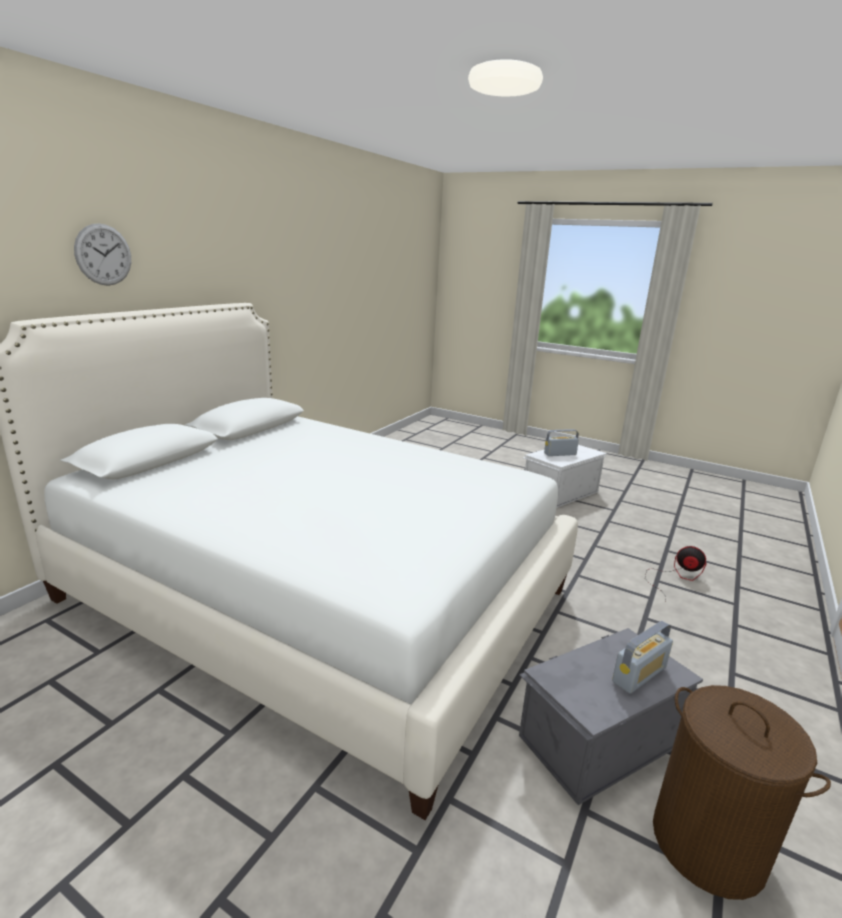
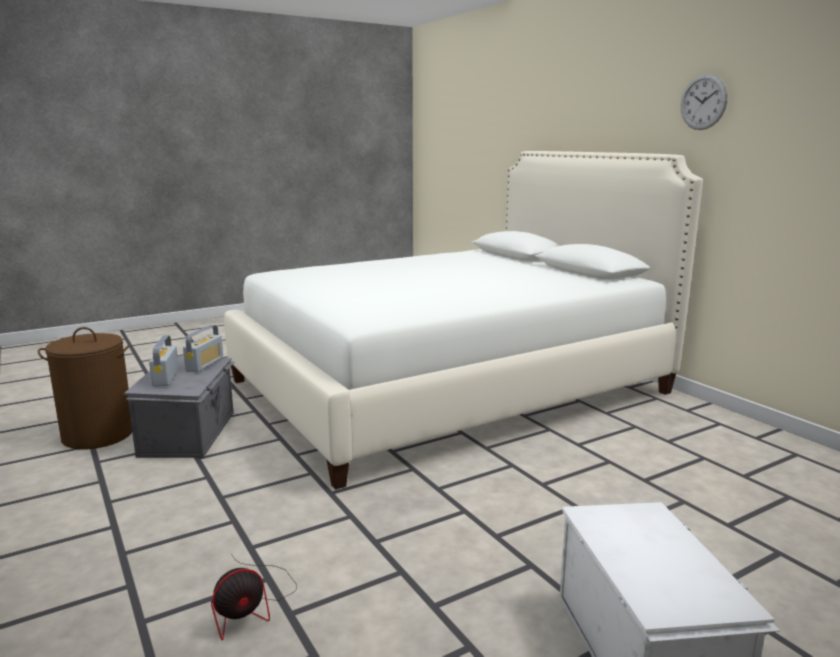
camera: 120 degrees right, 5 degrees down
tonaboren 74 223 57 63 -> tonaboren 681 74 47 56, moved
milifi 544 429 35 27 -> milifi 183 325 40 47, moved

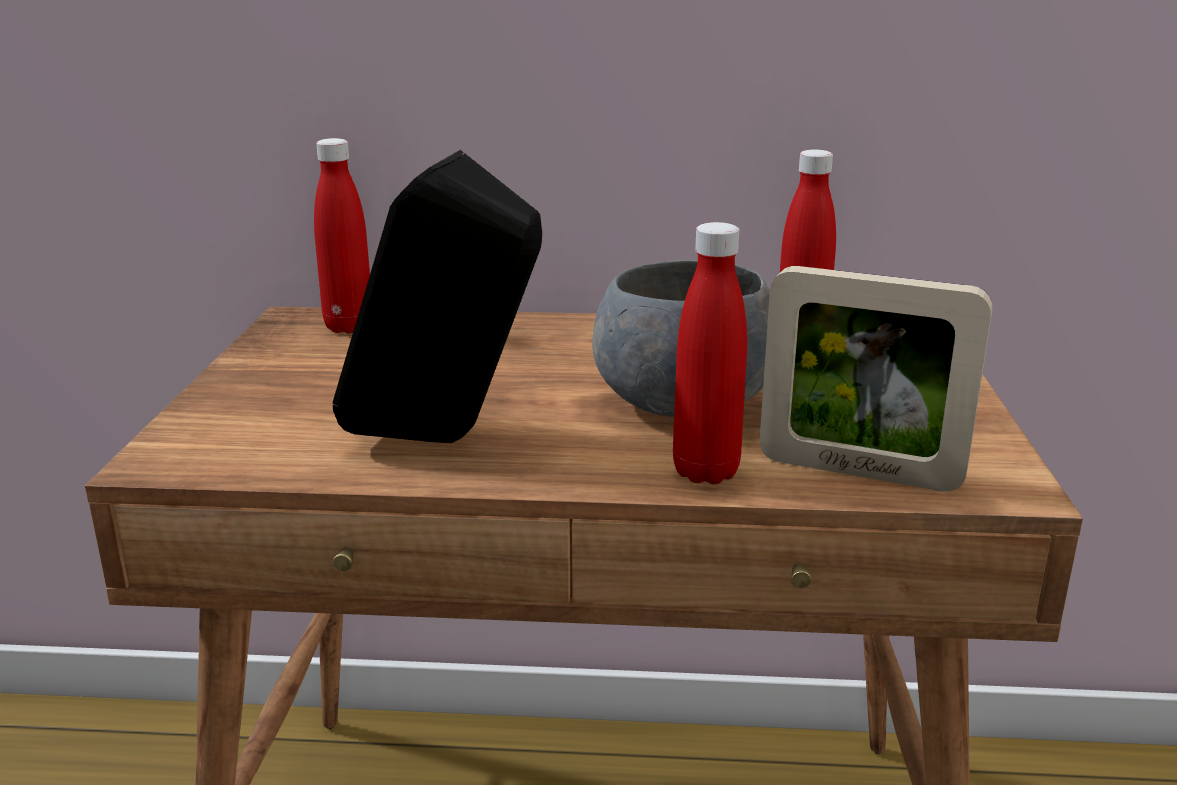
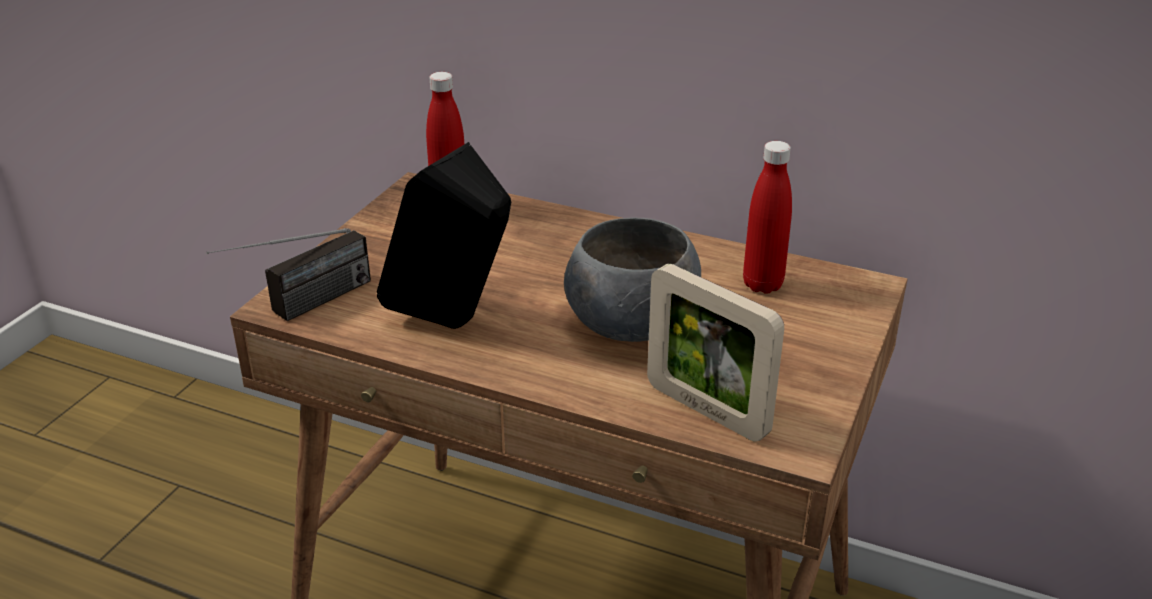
camera: 20 degrees right, 10 degrees up
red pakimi 673 222 74 262 -> none
none -> milifi 206 228 165 93

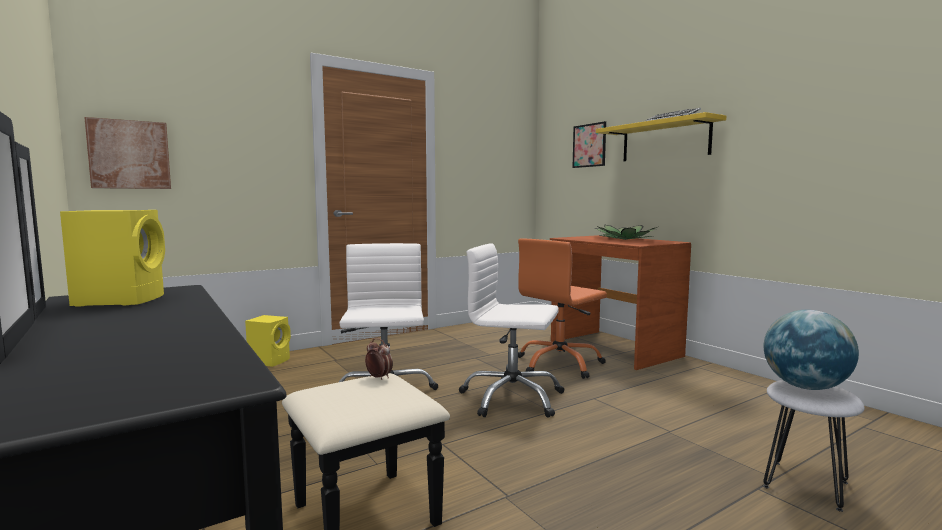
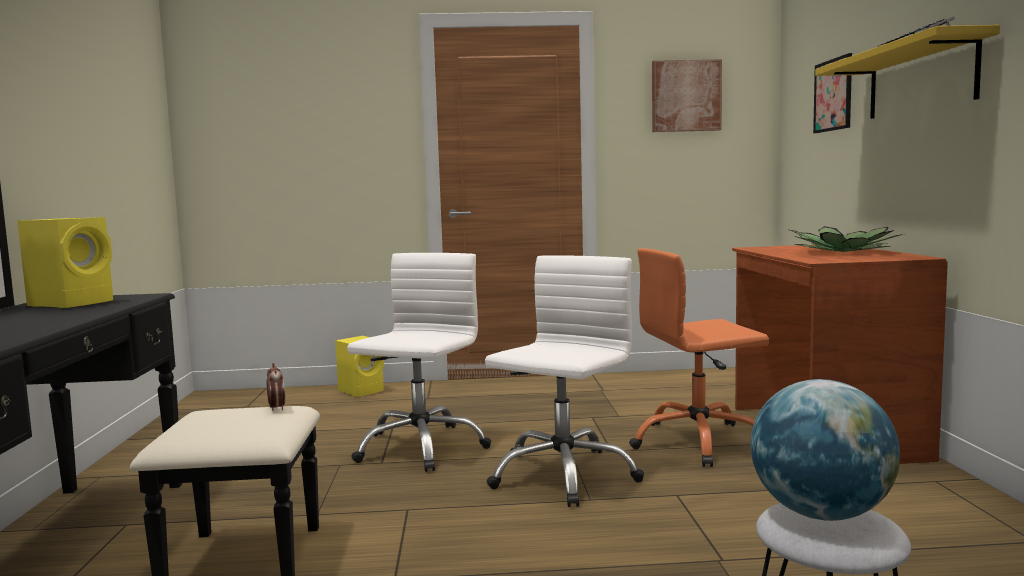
camera: 30 degrees right, 0 degrees up
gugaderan 84 117 87 72 -> gugaderan 652 59 70 73, moved
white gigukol 459 243 105 175 -> white gigukol 485 255 159 252, 75 degrees clockwise

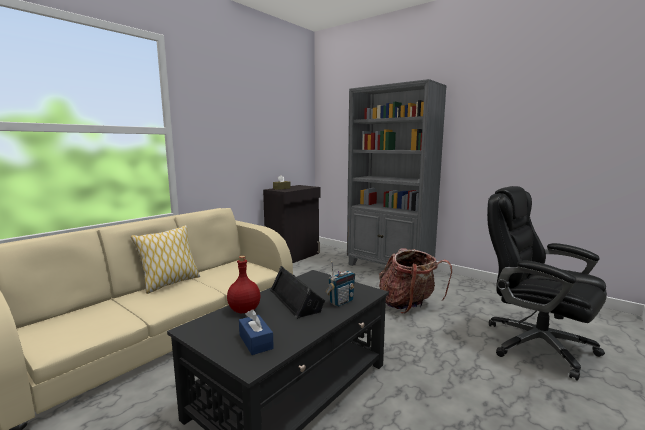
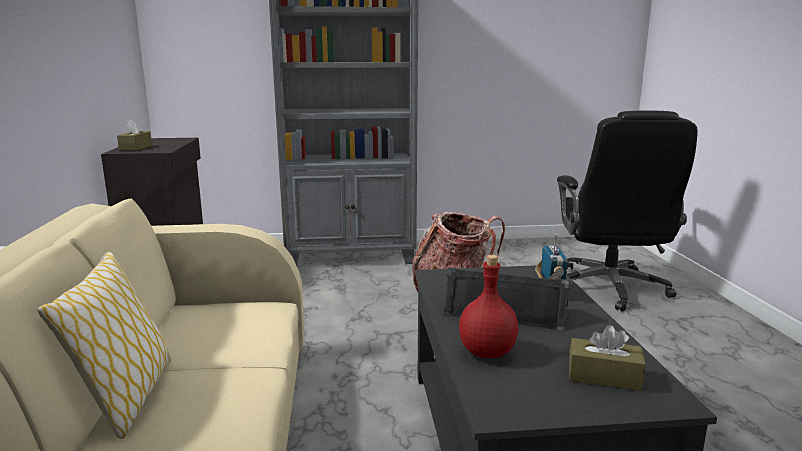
camera: 45 degrees left, 5 degrees up
black gigukol 487 186 120 194 -> black gigukol 557 110 141 201, 90 degrees counterclockwise
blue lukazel 239 309 35 46 -> brown lukazel 569 325 77 66

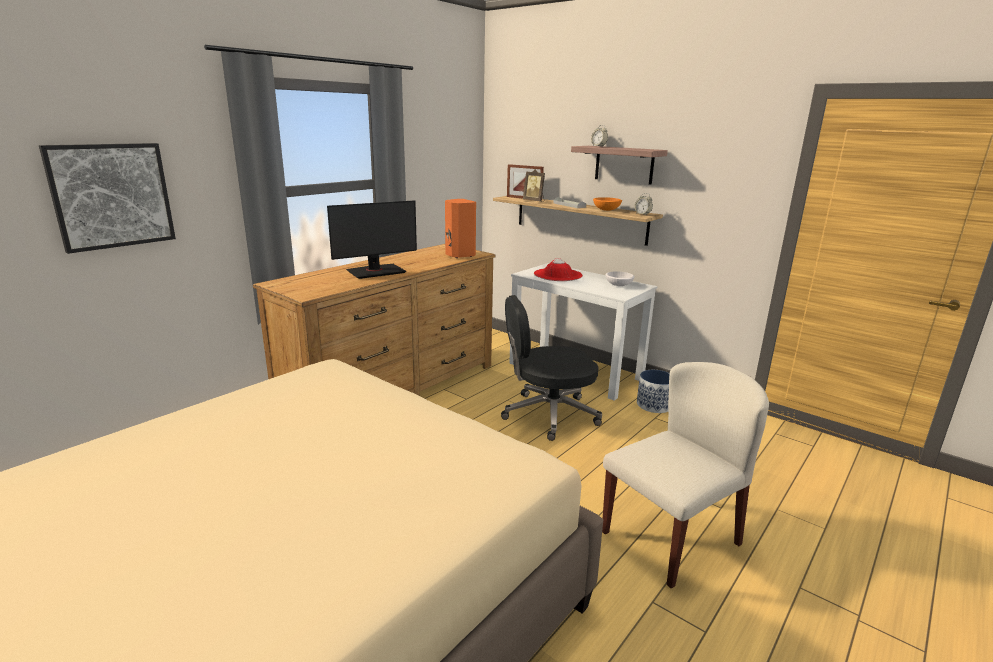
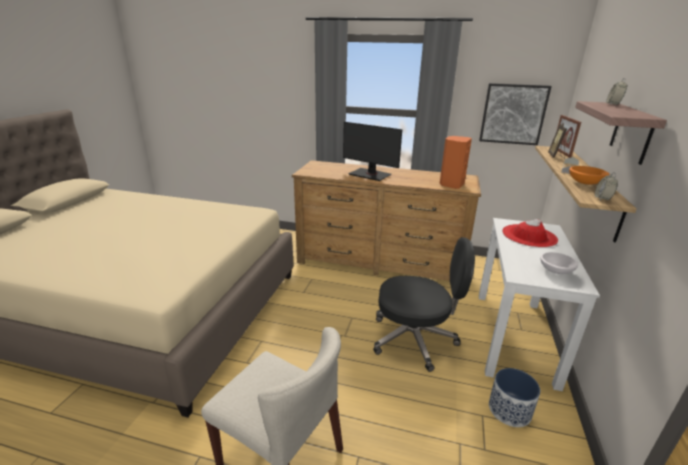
camera: 65 degrees right, 5 degrees up
gugaderan 39 143 137 111 -> gugaderan 479 83 73 62, moved
black gigukol 501 295 101 146 -> black gigukol 373 237 102 135, 135 degrees clockwise

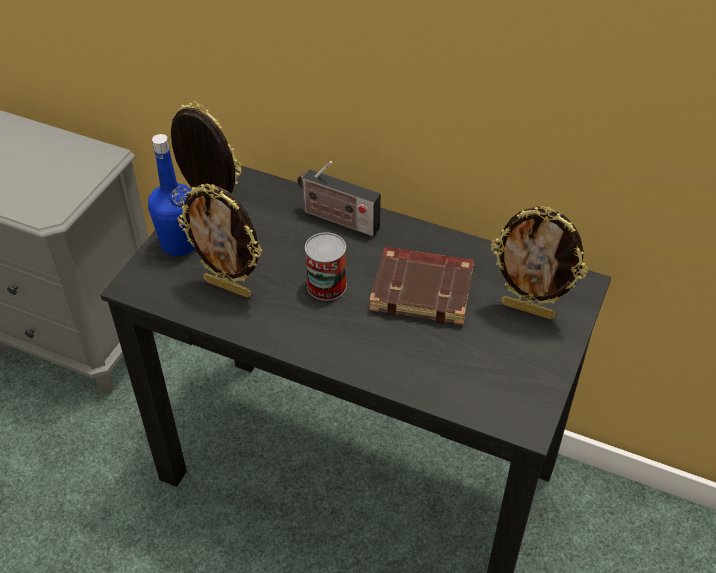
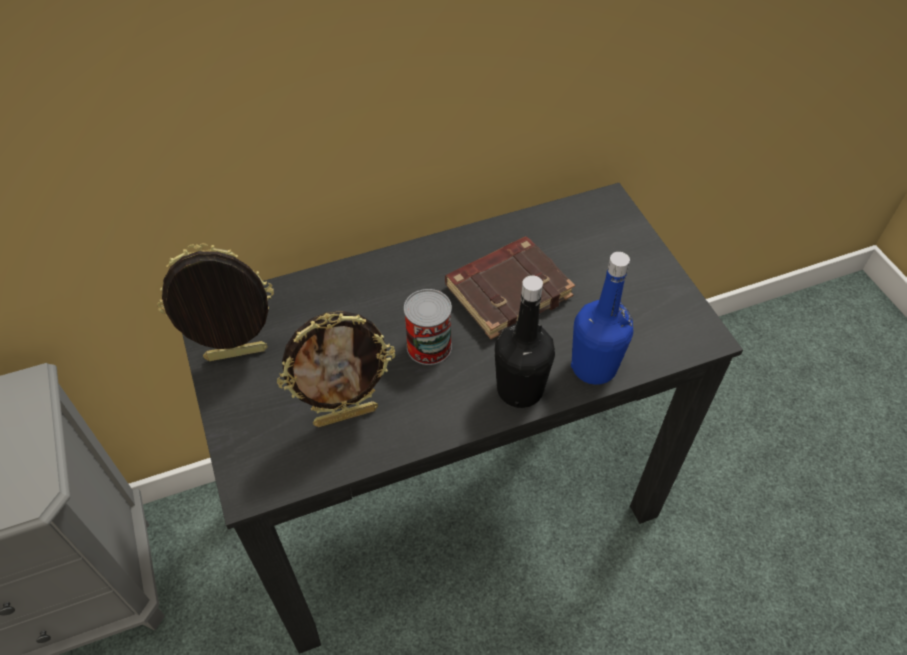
camera: 45 degrees left, 5 degrees up
blue pakimi 148 134 47 122 -> blue pakimi 571 252 62 133, moved
milifi 297 161 84 76 -> none
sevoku 491 206 97 113 -> none
none -> black pakimi 494 275 61 133

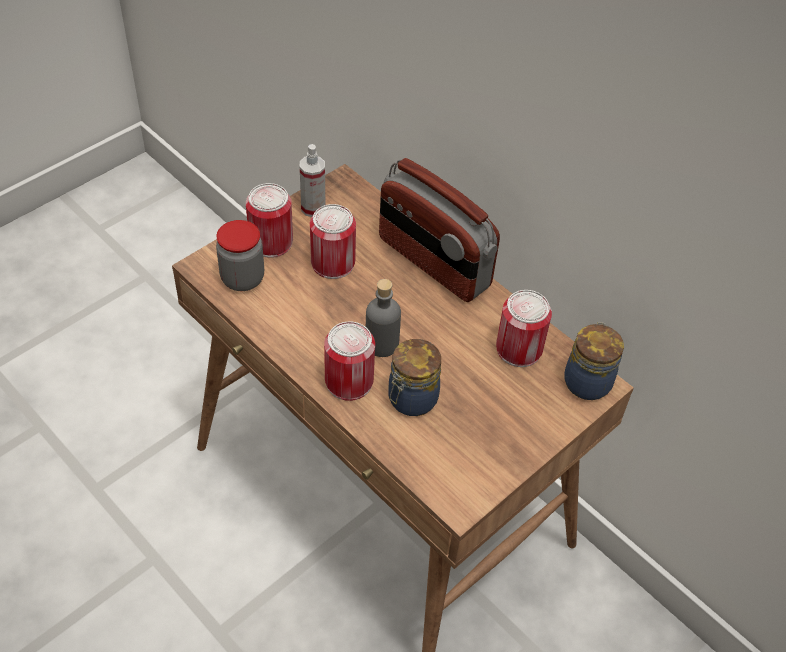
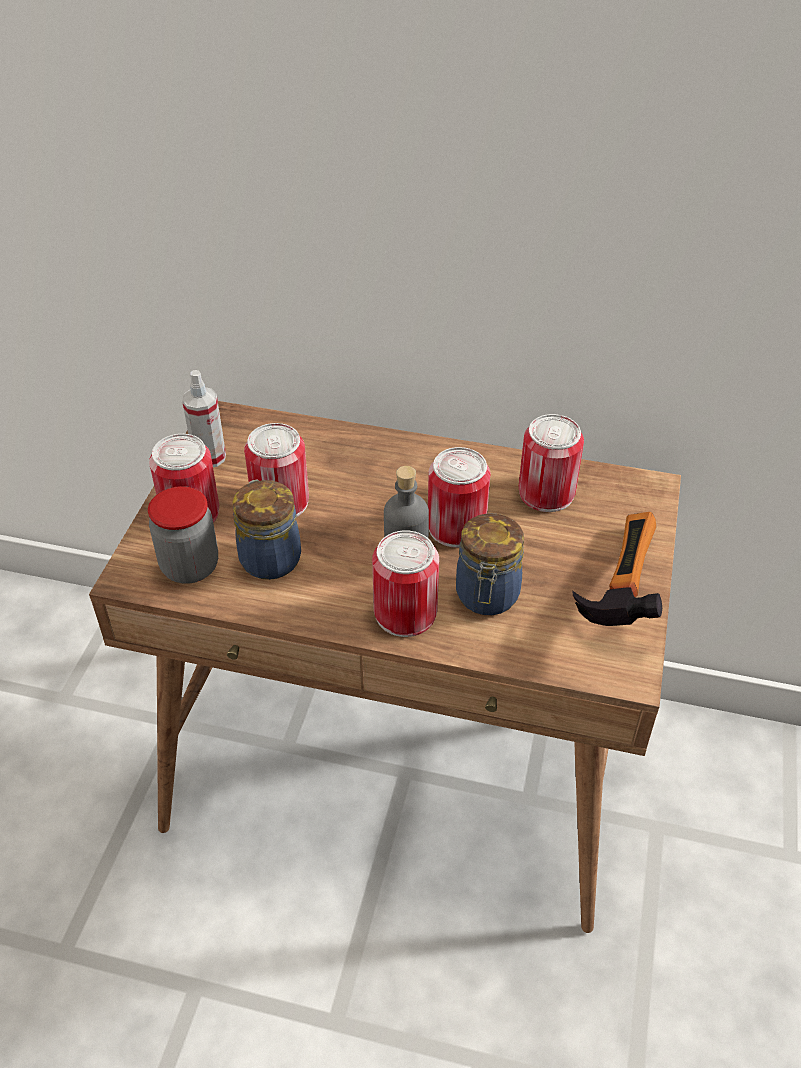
camera: 30 degrees left, 5 degrees down
milifi 379 158 121 144 -> none
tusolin 564 322 60 78 -> tusolin 233 479 68 101, moved
none -> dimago 428 447 63 101
none -> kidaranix 572 512 90 114

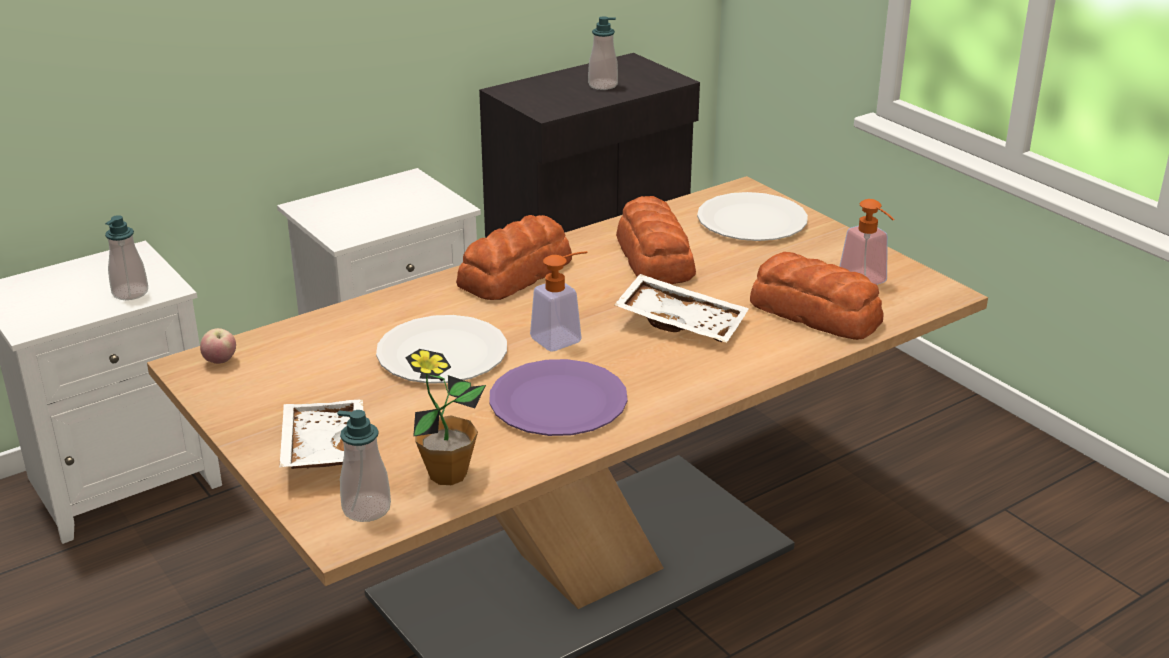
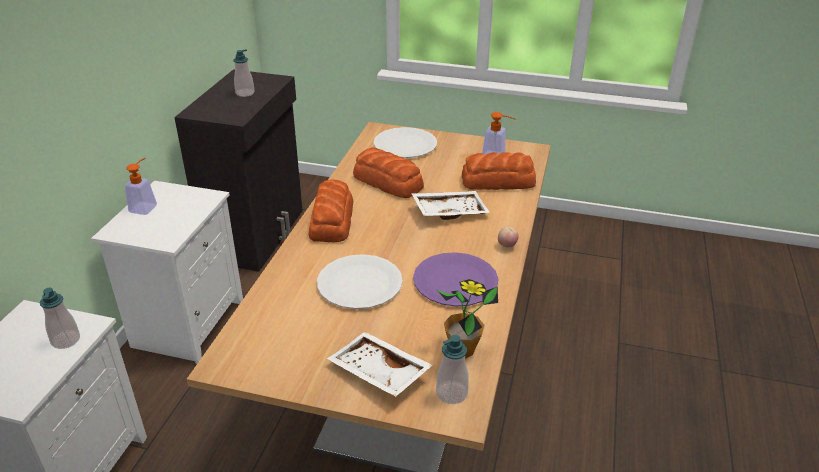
camera: 40 degrees left, 5 degrees up
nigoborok 530 251 57 100 -> nigoborok 125 158 32 57, moved
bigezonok 200 328 36 36 -> bigezonok 498 227 21 21, moved

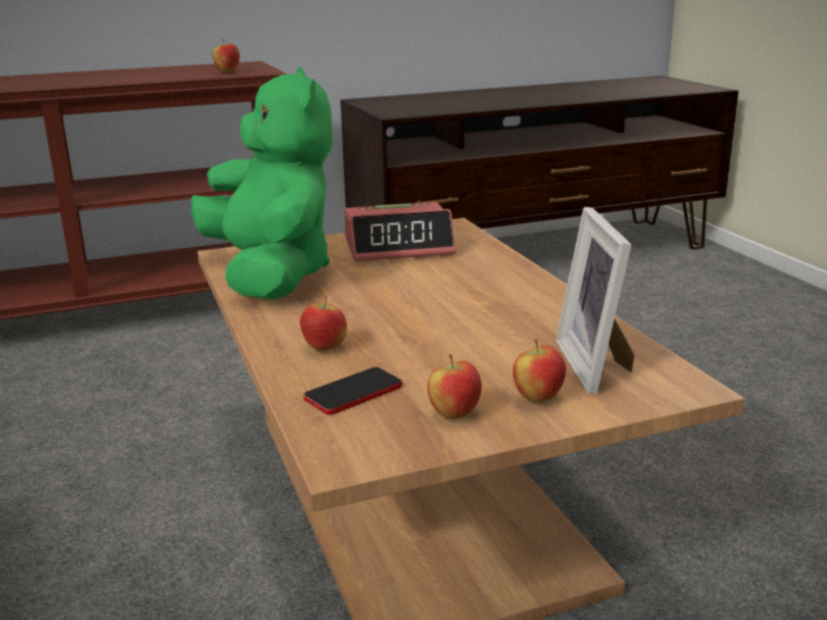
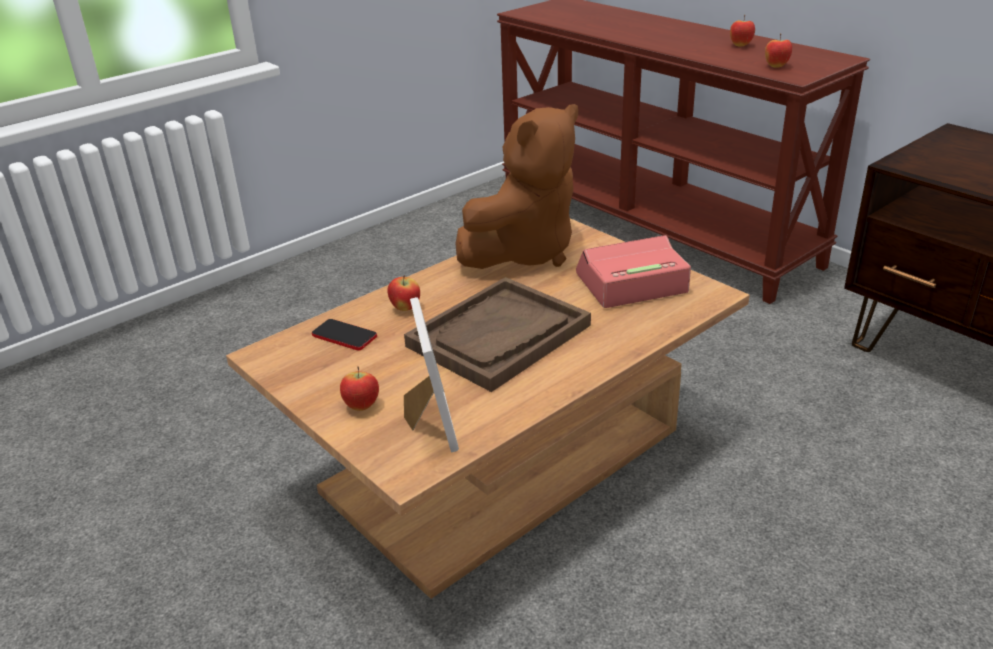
camera: 70 degrees right, 10 degrees up
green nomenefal 191 67 142 233 -> brown nomenefal 455 104 123 165
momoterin 344 202 112 59 -> momoterin 576 235 115 73, 105 degrees clockwise
sevoku 556 207 79 187 -> sevoku 404 297 55 156, 105 degrees clockwise
bigezonok 427 354 55 65 -> bigezonok 730 15 25 32, moved
none -> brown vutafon 404 277 187 115

